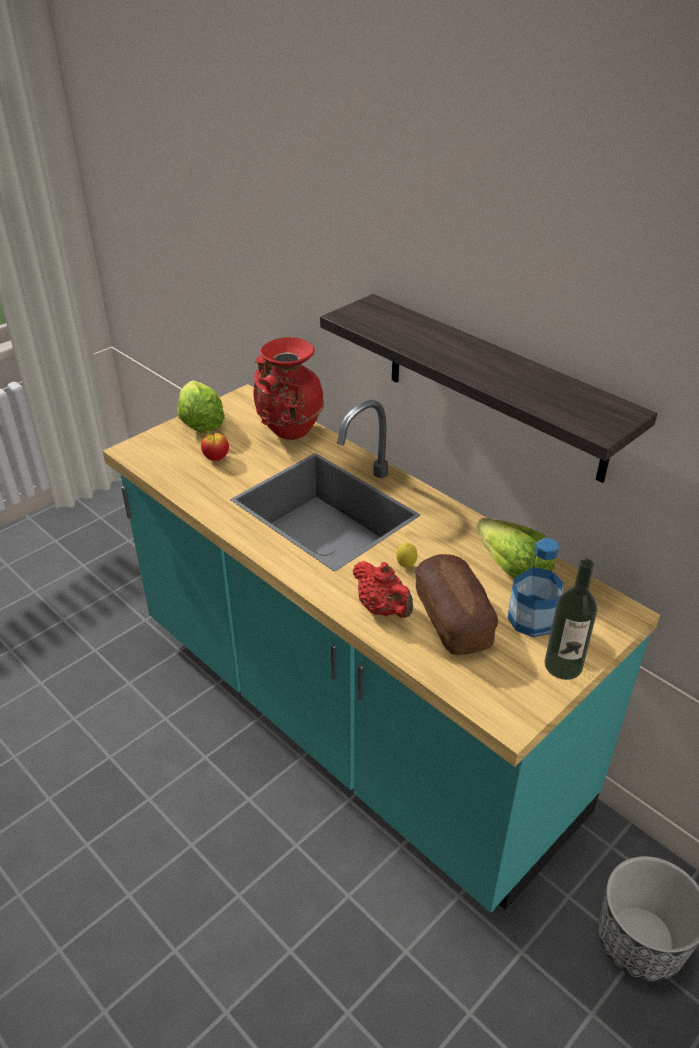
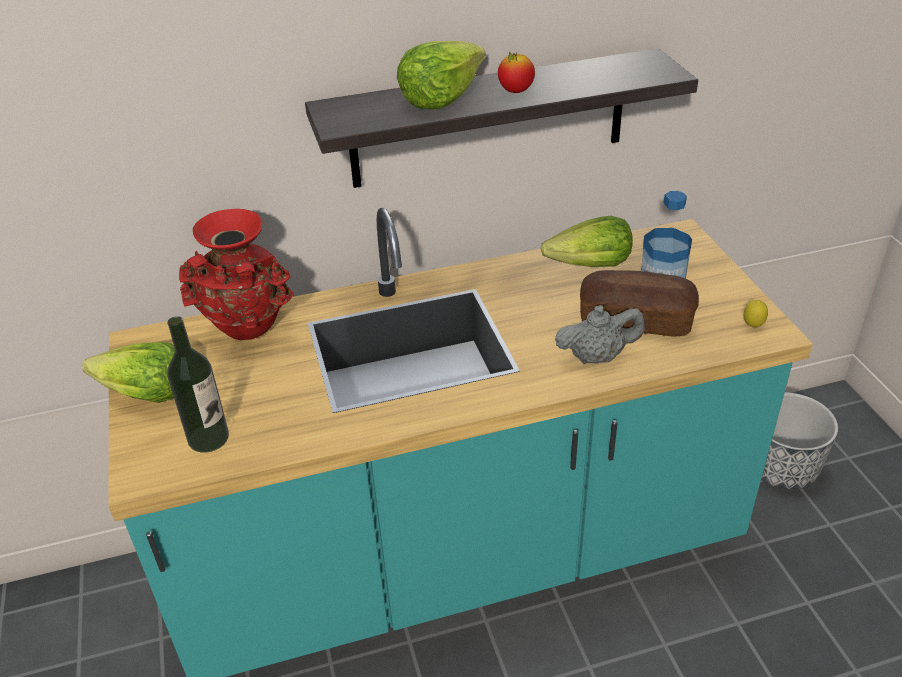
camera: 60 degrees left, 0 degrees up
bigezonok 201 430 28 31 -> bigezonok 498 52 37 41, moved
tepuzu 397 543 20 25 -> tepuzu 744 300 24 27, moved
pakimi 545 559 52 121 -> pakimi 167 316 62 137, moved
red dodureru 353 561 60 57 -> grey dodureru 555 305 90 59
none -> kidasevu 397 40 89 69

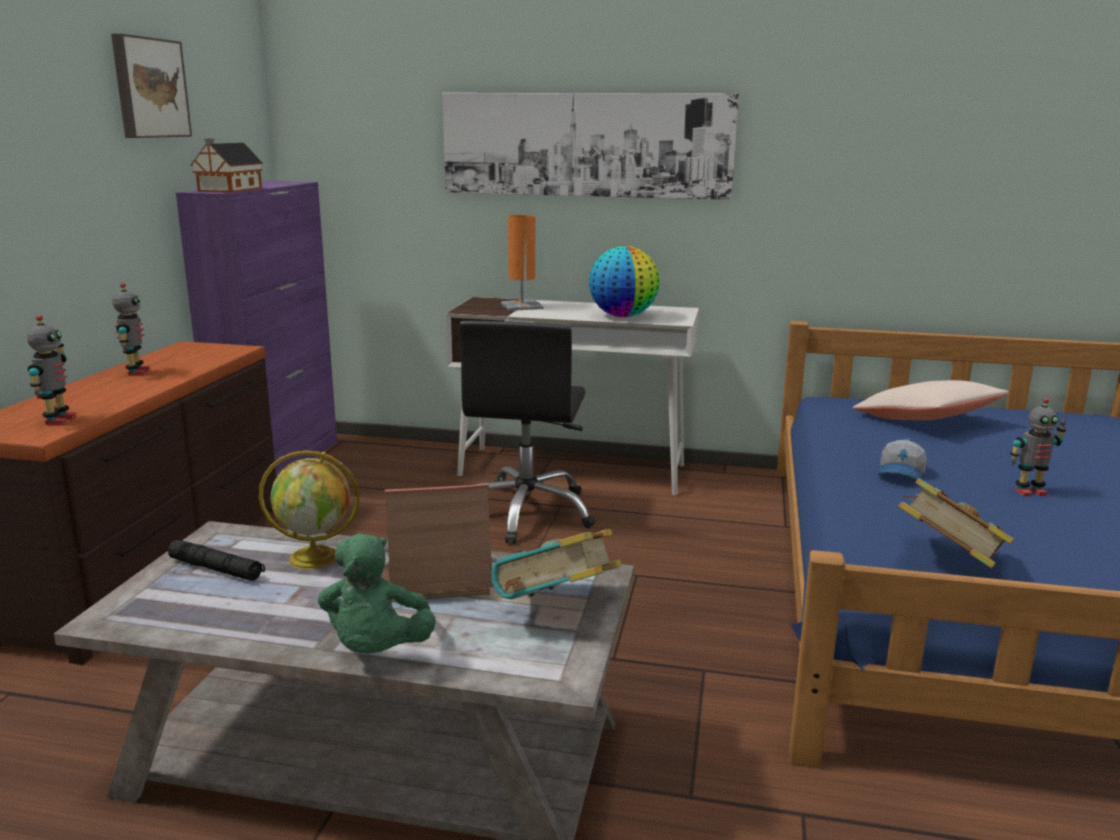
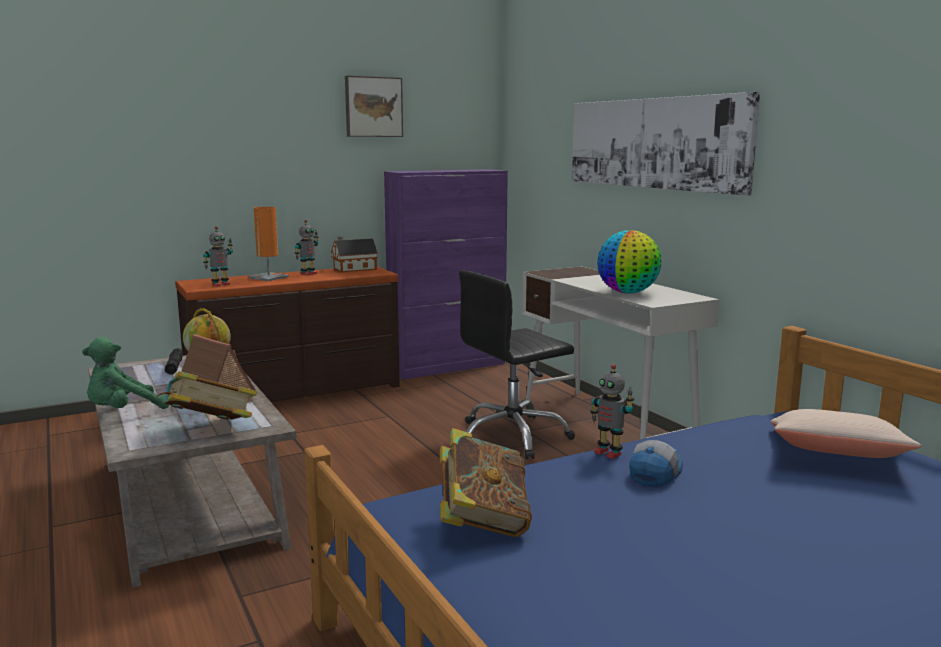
camera: 50 degrees right, 5 degrees down
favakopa 190 139 73 54 -> favakopa 331 237 47 35, moved
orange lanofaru 501 215 43 96 -> orange lanofaru 248 207 41 74, moved
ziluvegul 1010 398 56 98 -> ziluvegul 590 364 44 95, moved
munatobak 878 438 49 43 -> munatobak 629 440 54 46, 135 degrees clockwise

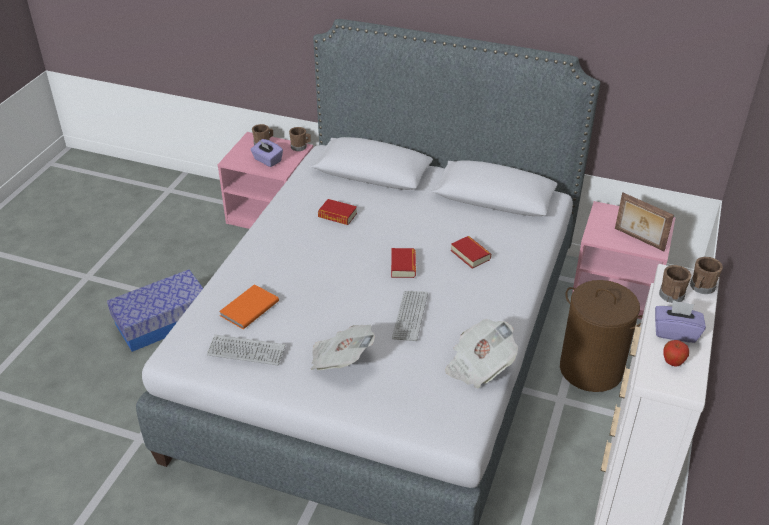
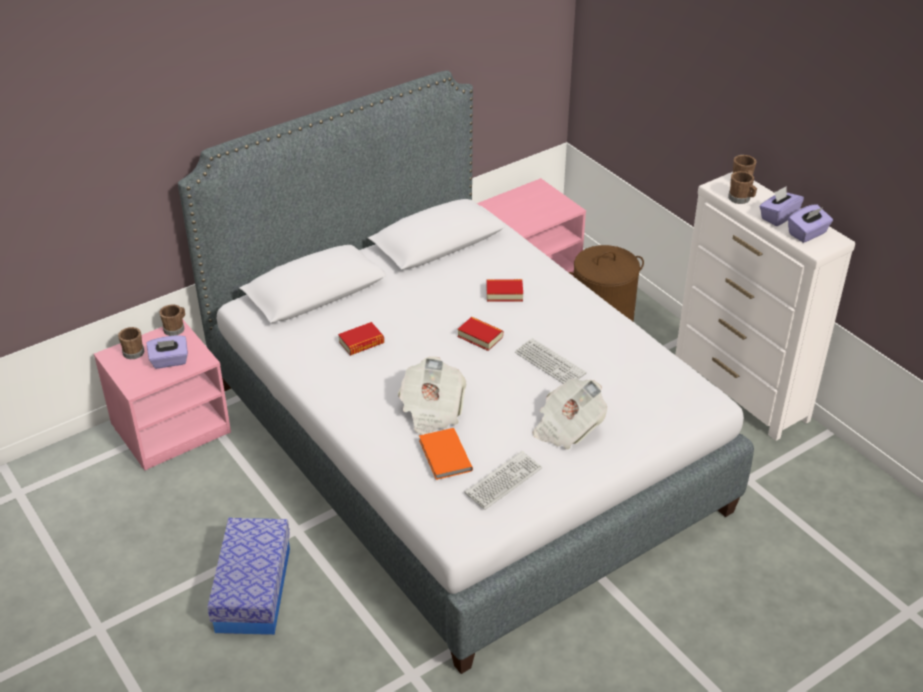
camera: 55 degrees left, 0 degrees up
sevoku 615 193 59 58 -> none
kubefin 445 319 73 69 -> kubefin 398 357 69 78, moved
bigezonok 663 340 26 26 -> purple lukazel 788 204 45 39

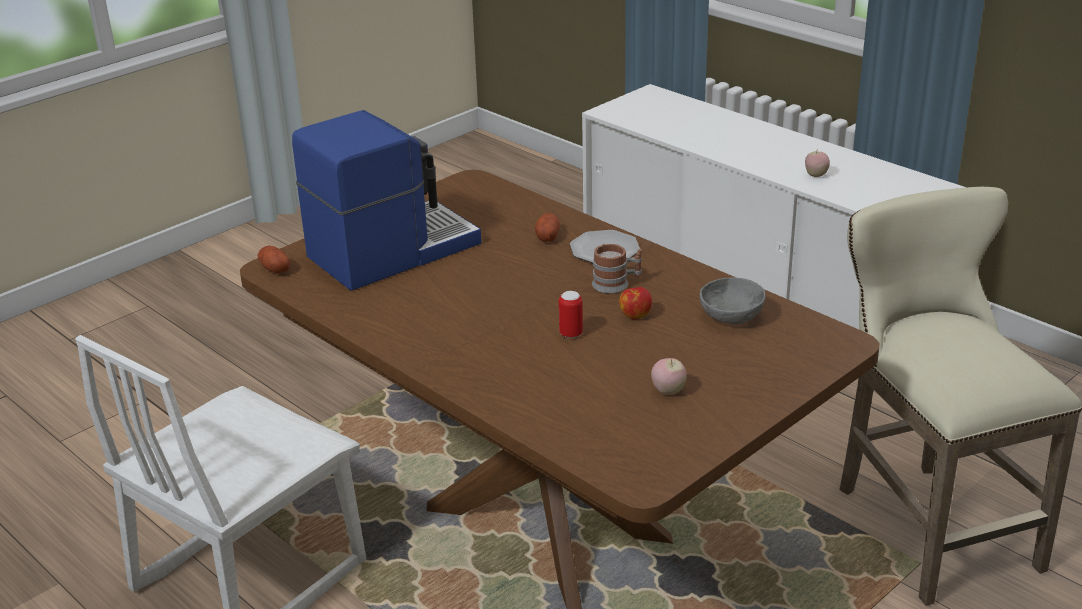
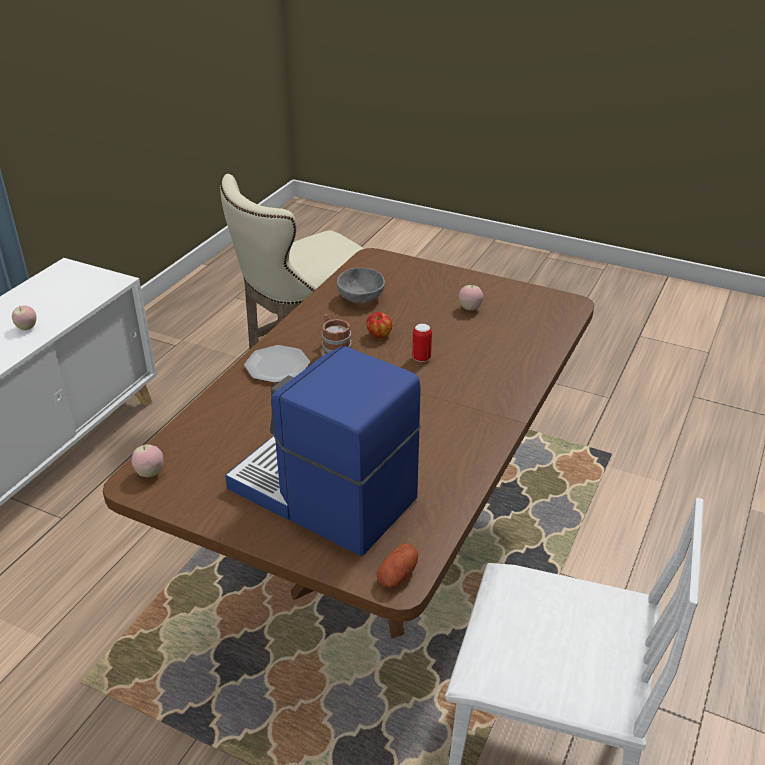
camera: 110 degrees left, 5 degrees up
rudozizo 535 213 25 29 -> none
none -> bigezonok 131 444 33 33

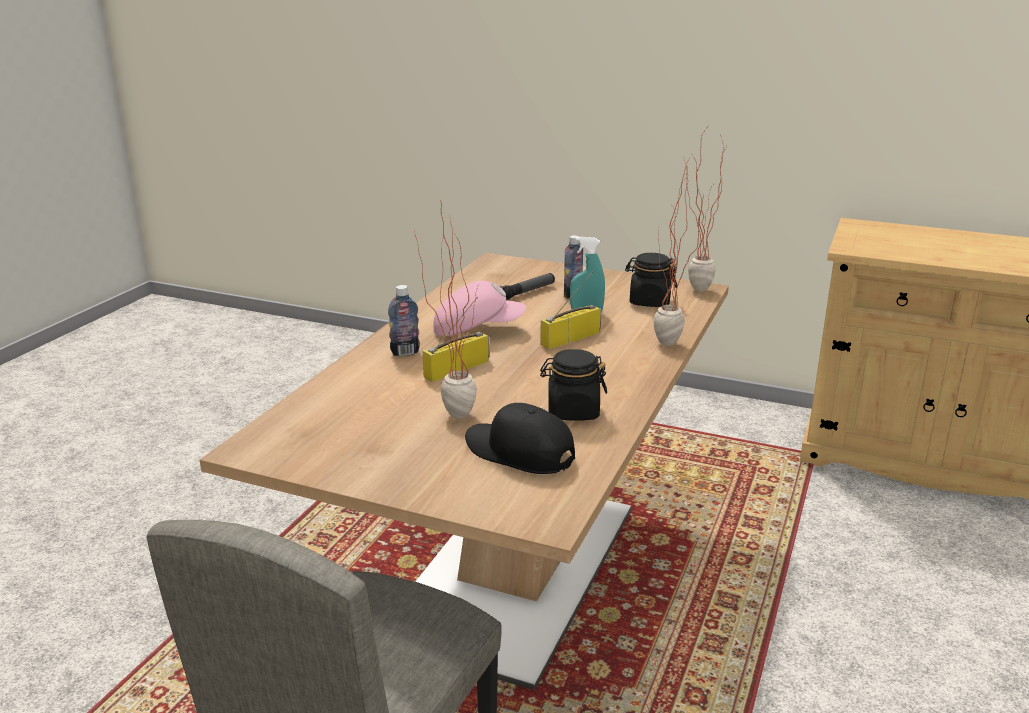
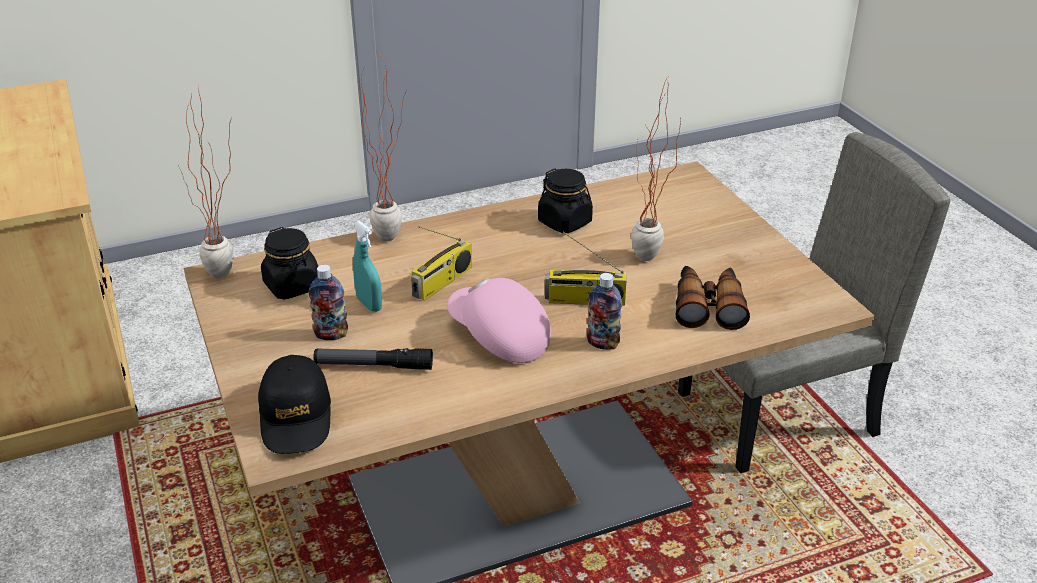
camera: 135 degrees left, 10 degrees up
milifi 540 271 62 78 -> milifi 411 226 61 75, 60 degrees counterclockwise
black munatobak 465 403 110 71 -> black munatobak 258 355 73 99, moved
none -> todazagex 676 266 74 64

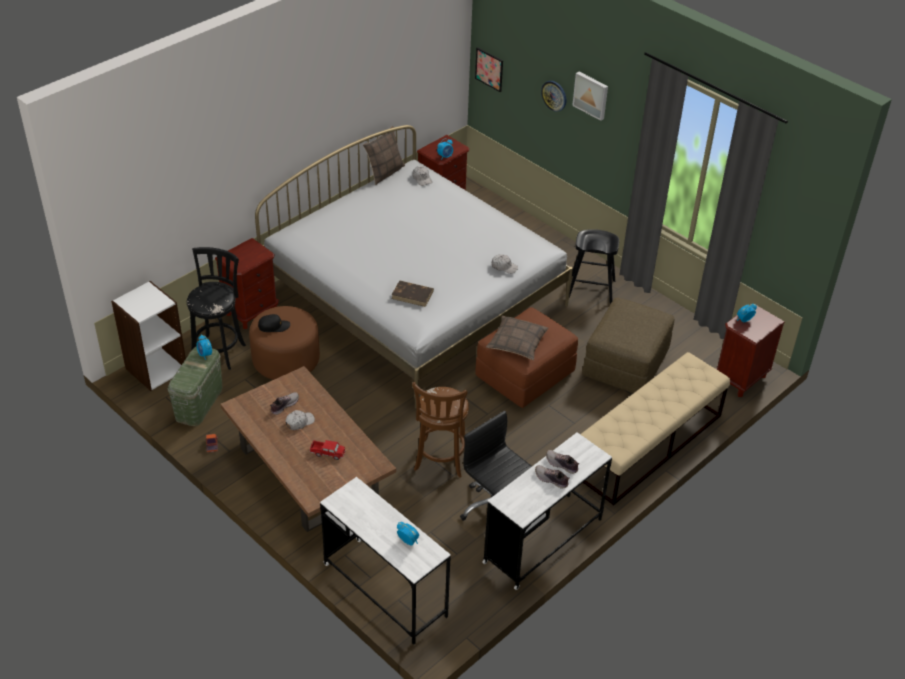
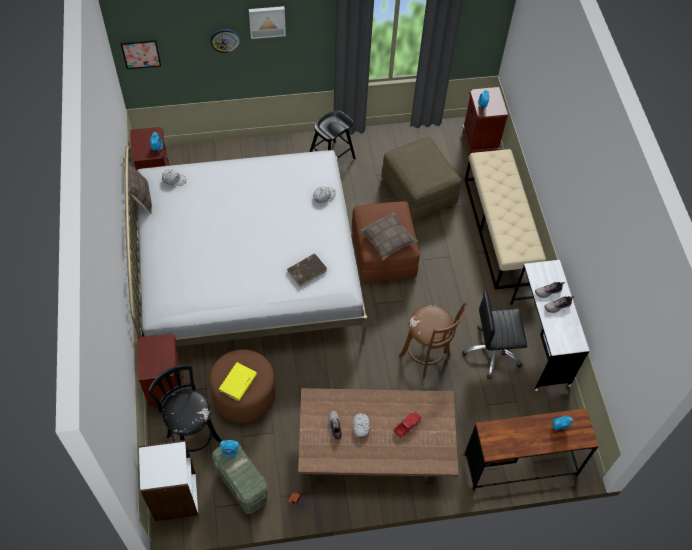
camera: 55 degrees left, 15 degrees up
black munatobak 258 314 32 18 -> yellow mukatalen 219 362 38 39
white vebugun 320 477 131 168 -> brown vebugun 463 408 135 83

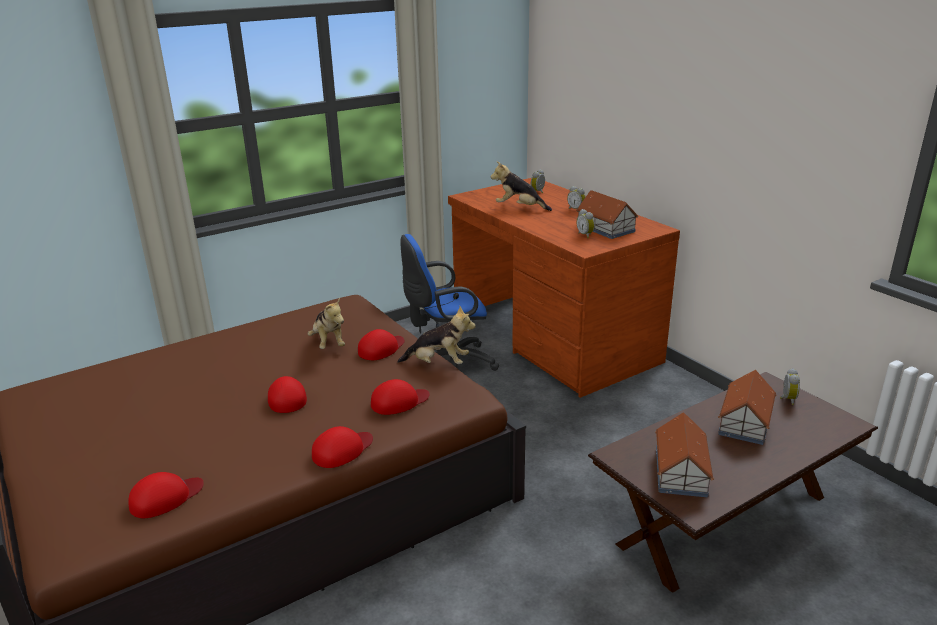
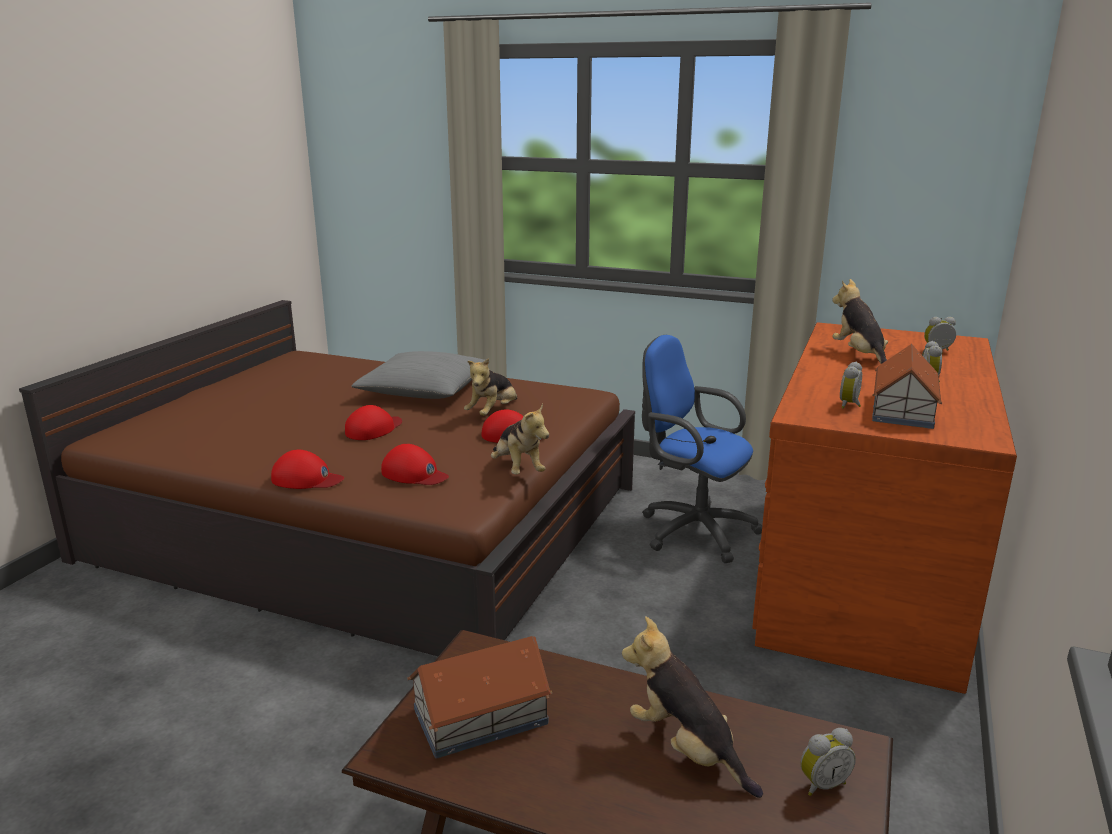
camera: 55 degrees right, 5 degrees down
favakopa 718 370 59 75 -> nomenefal 622 617 141 181
red munatobak 128 472 76 46 -> none
none -> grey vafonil 351 351 138 48

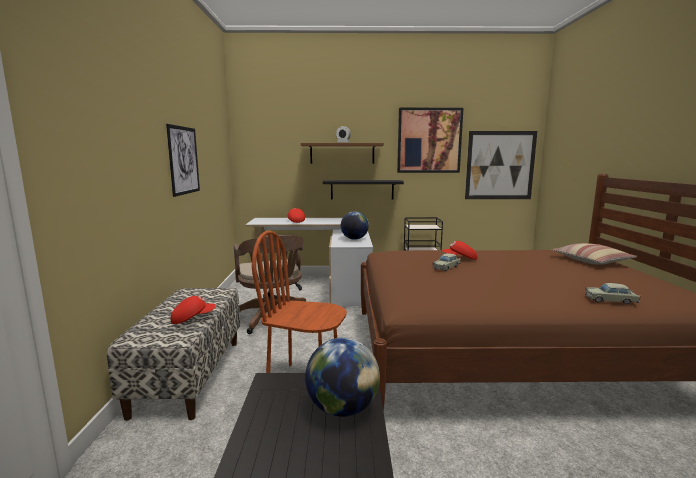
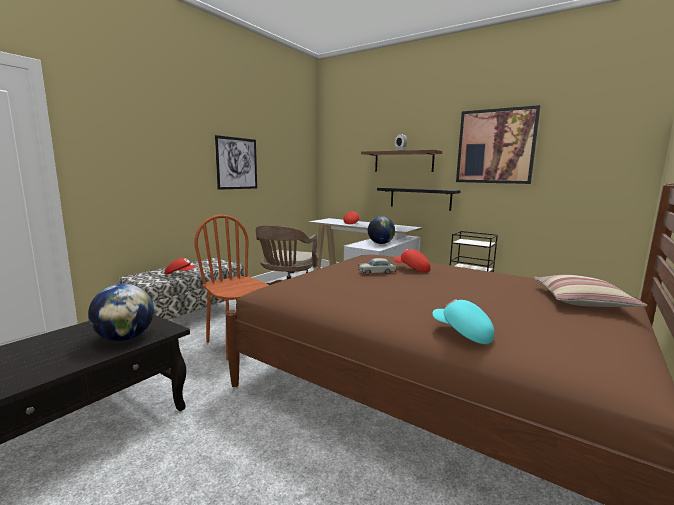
camera: 35 degrees right, 0 degrees up
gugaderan 465 131 72 68 -> none
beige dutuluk 585 283 56 21 -> turquoise munatobak 432 299 62 45

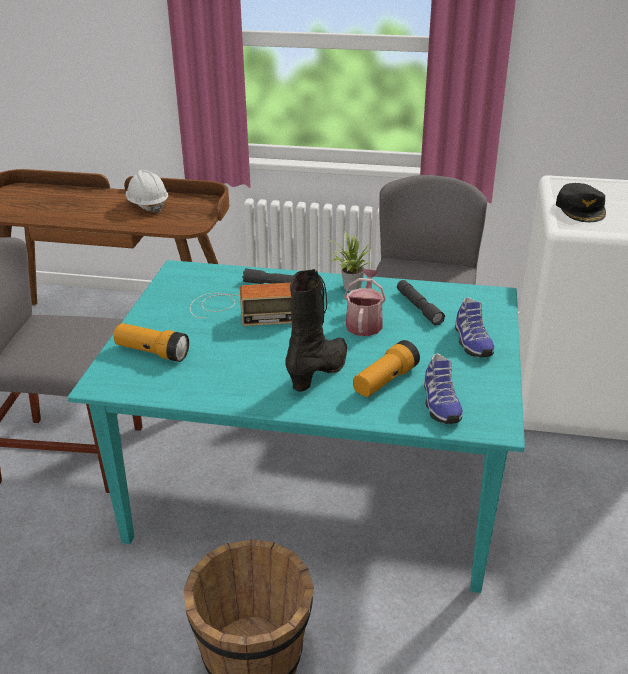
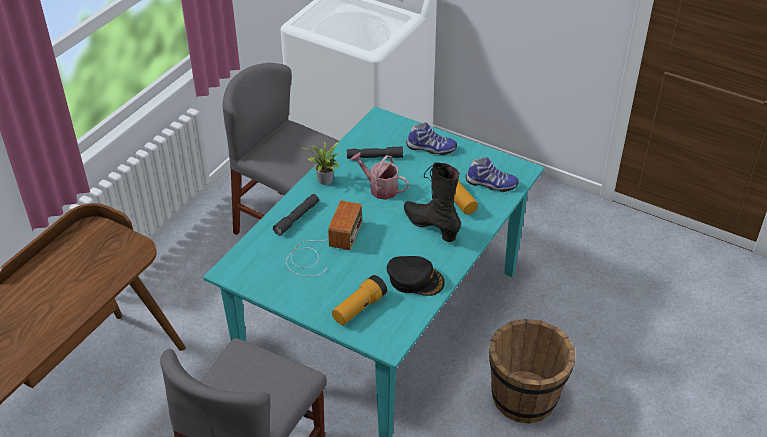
camera: 70 degrees left, 10 degrees up
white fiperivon 126 170 42 44 -> none
black munatobak 556 183 50 39 -> black munatobak 387 256 58 40, moved

